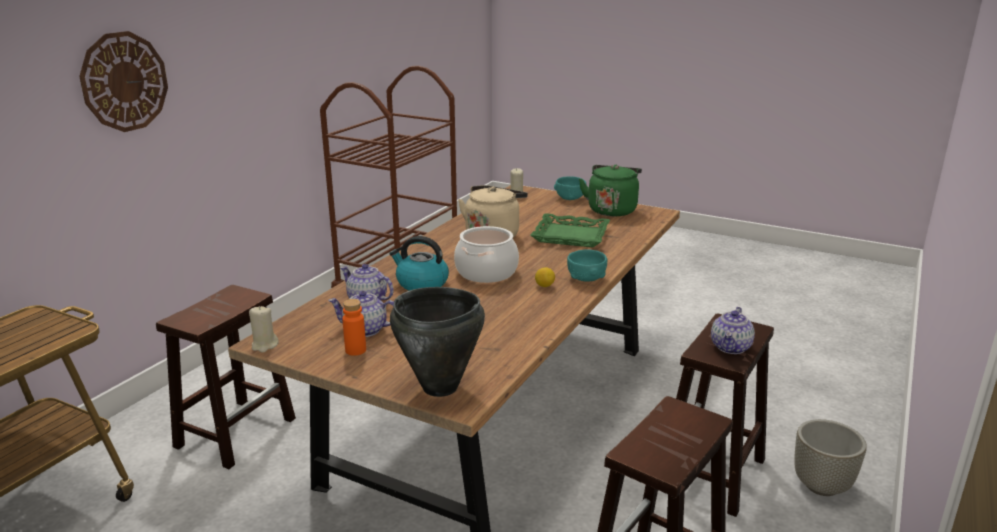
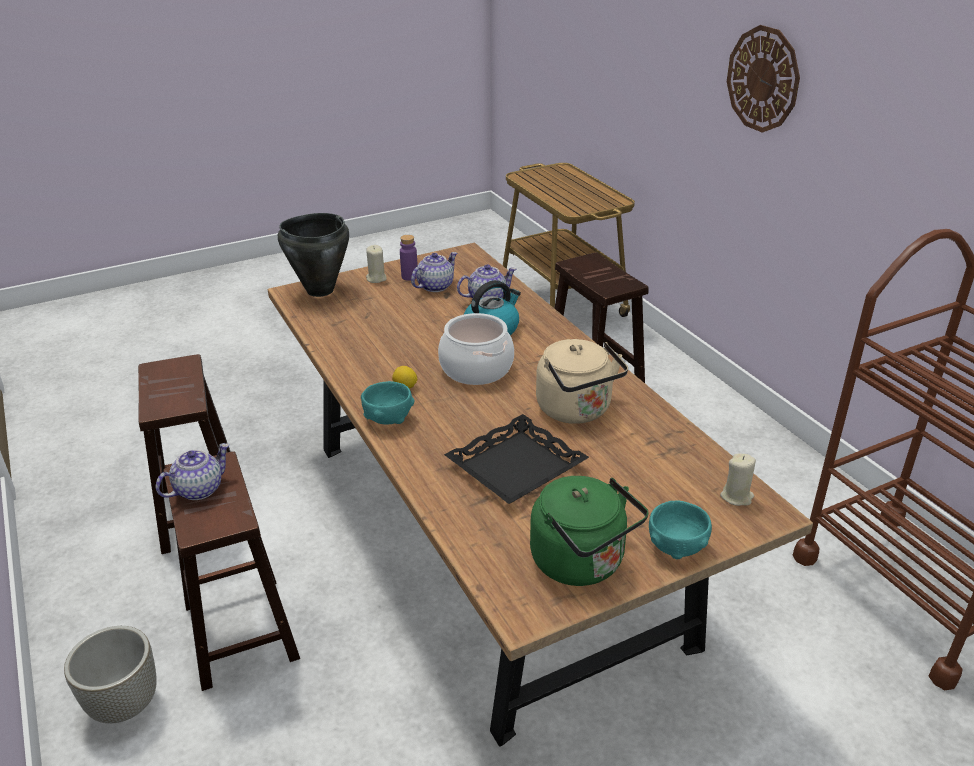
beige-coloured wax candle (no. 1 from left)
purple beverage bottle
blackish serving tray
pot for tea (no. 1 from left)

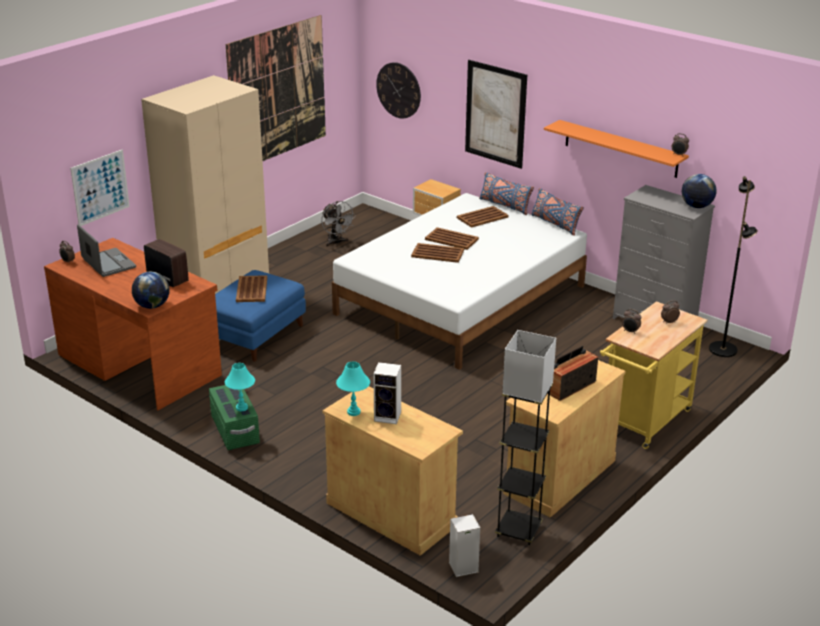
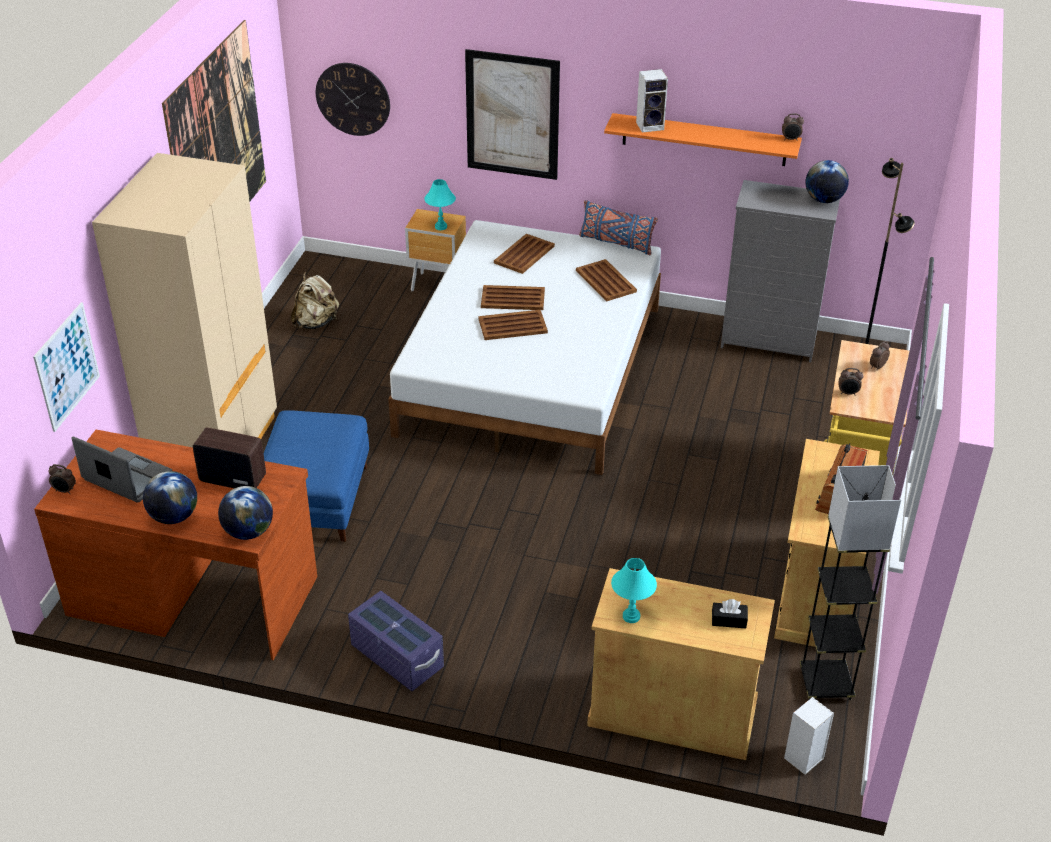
purple storage bin
blue-green tabletop lamp (no. 1 from left)
brown serving tray (no. 4 from left)
beige-coloured knapsack
speaker (no. 1 from left)
blue-coloured pillow (no. 1 from left in the first image)
globe (no. 1 from left)
blackish tissue holder

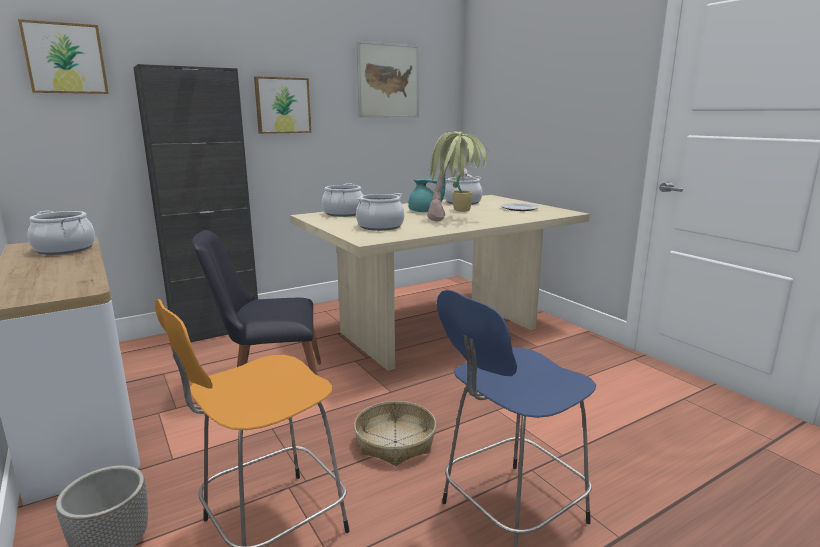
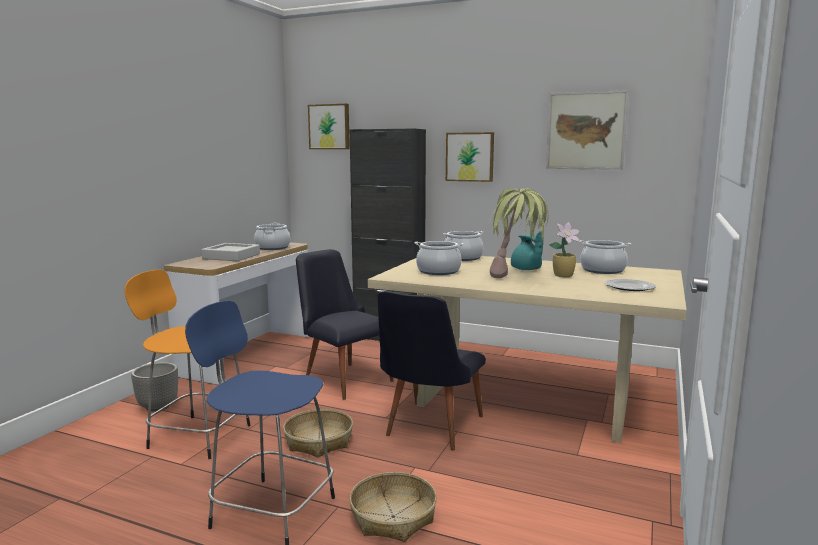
gray serving tray
basket (no. 2 from left)
blackish chair (no. 2 from left)

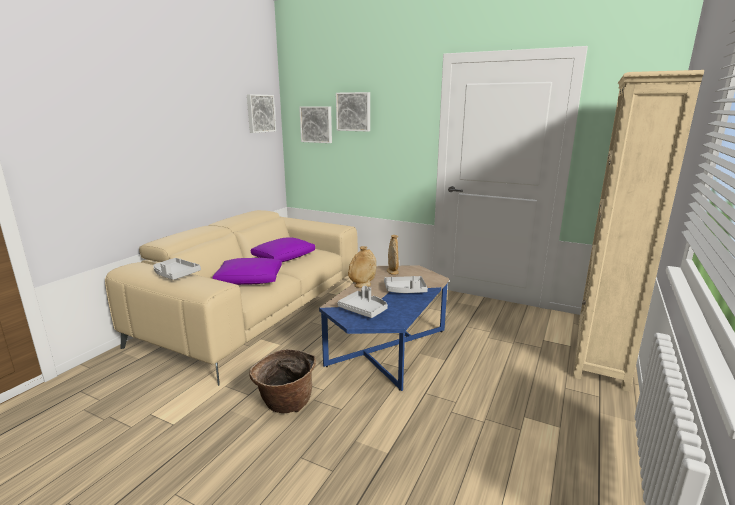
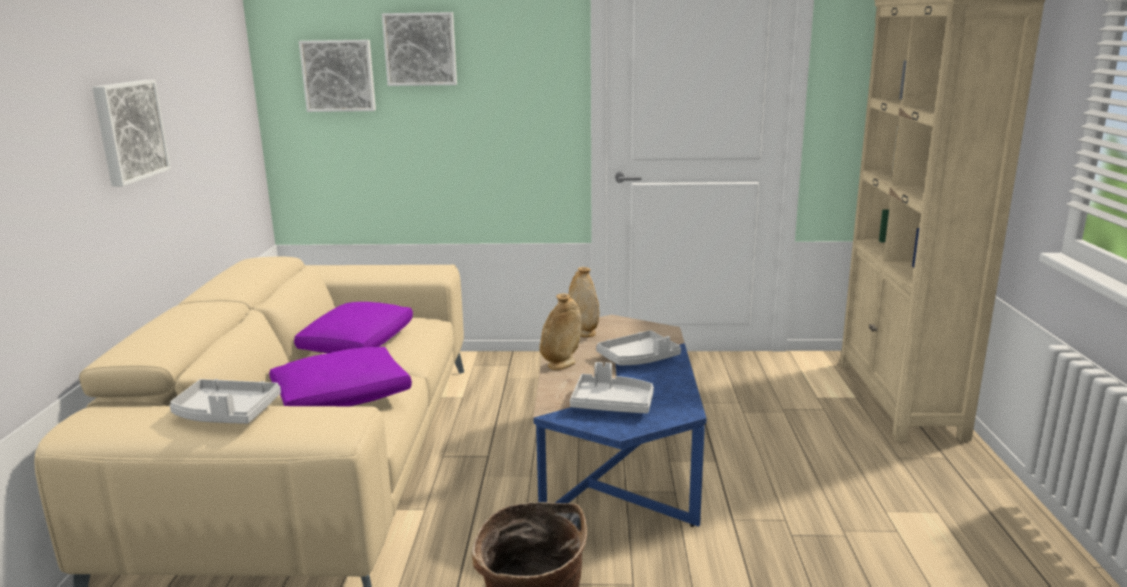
wall art (no. 1 from left)

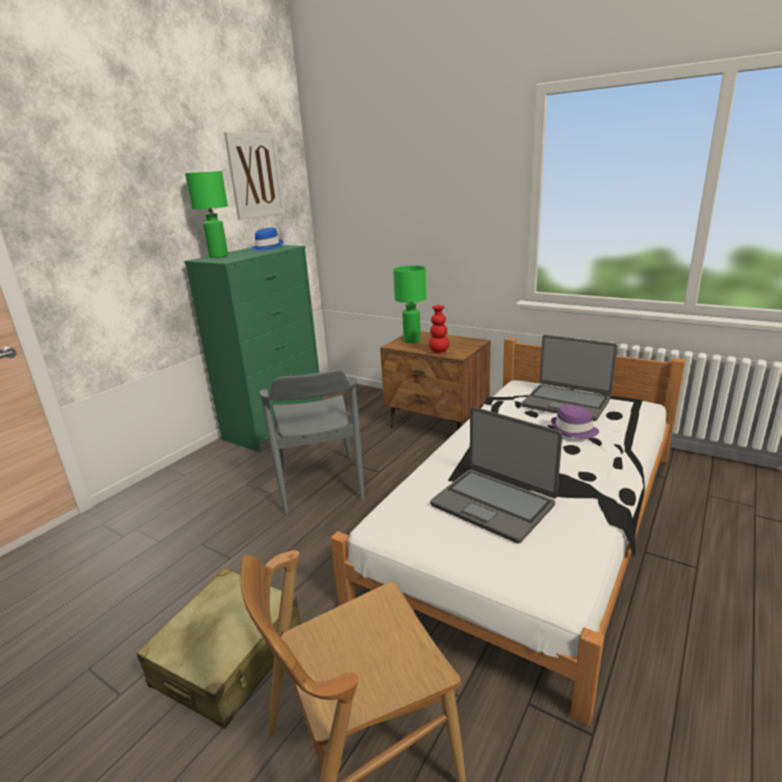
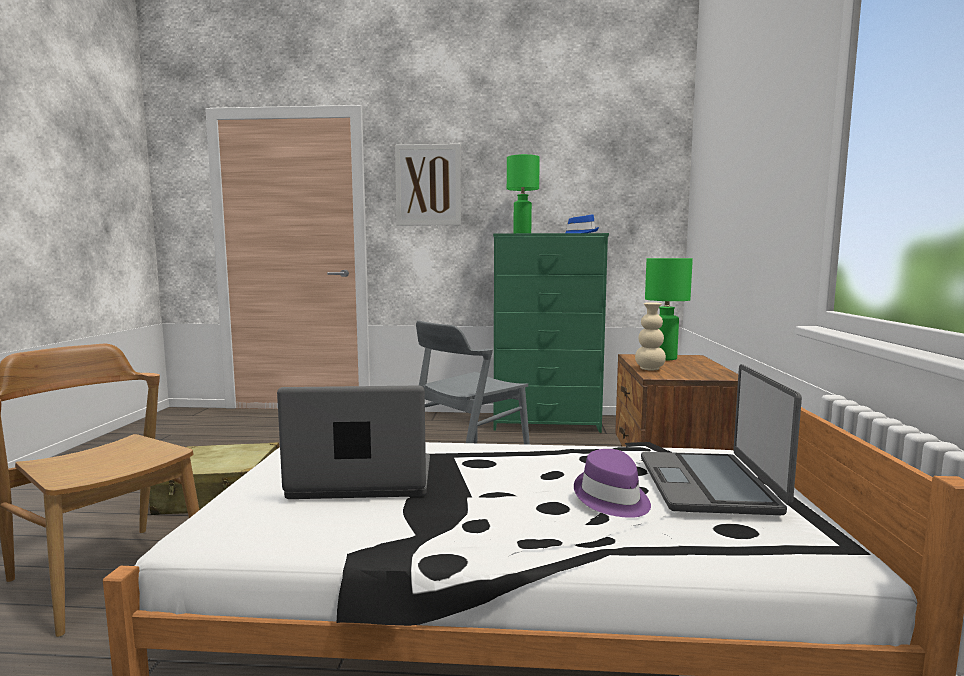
wall art
beige-coloured flower vase
portable computer (no. 1 from left)

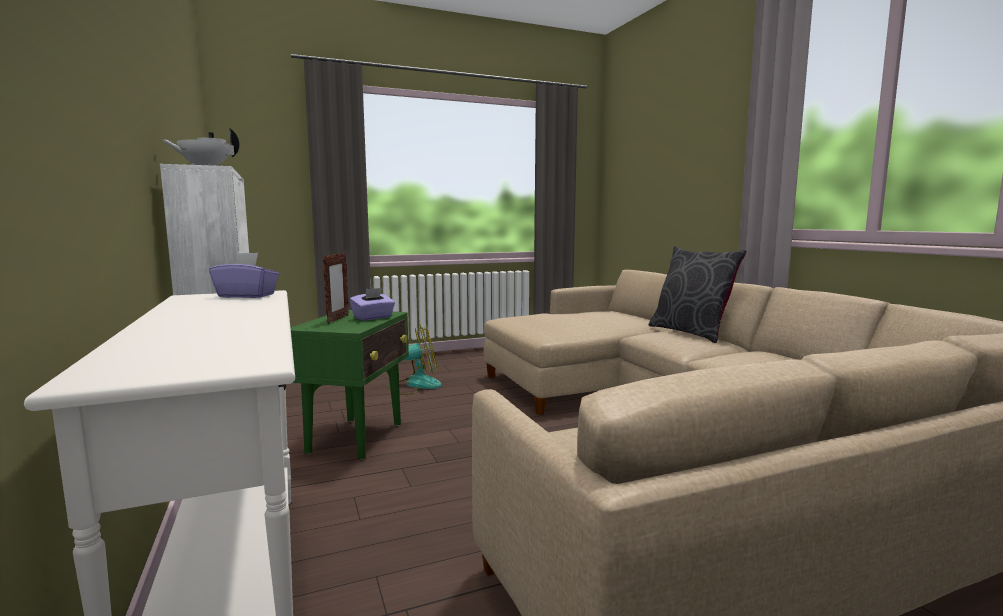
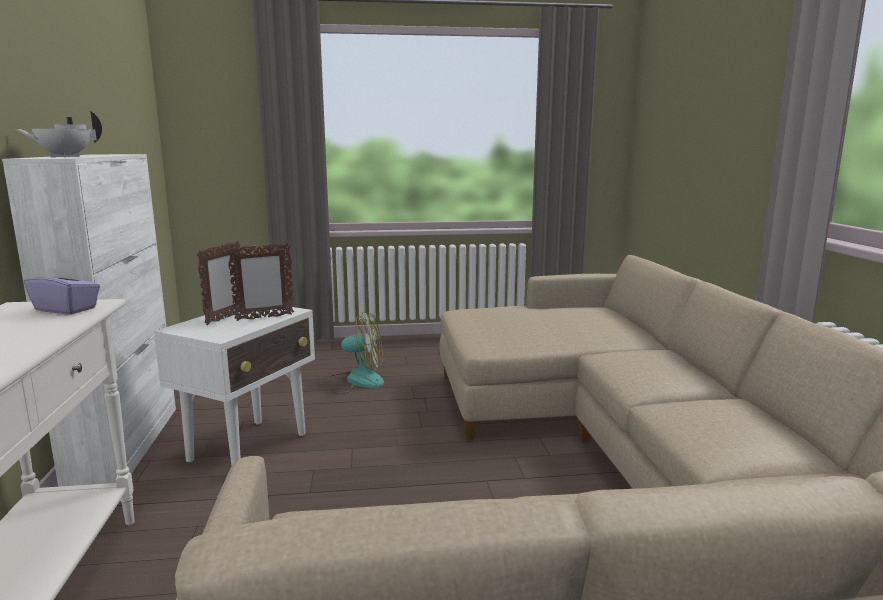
white-coloured accent table
picture frame (no. 2 from left)
gray pillow

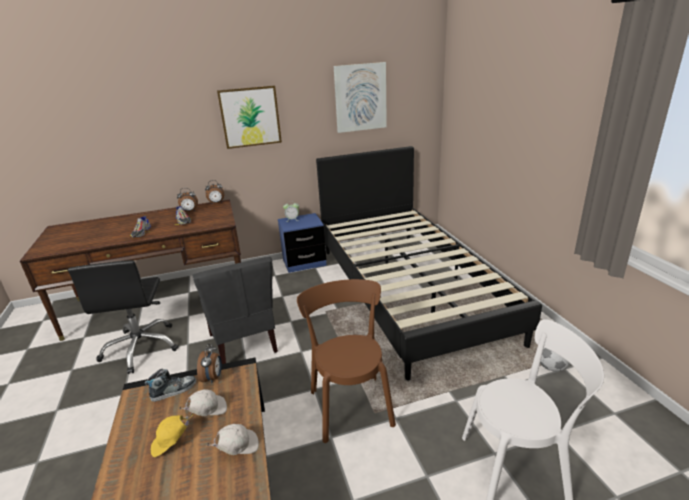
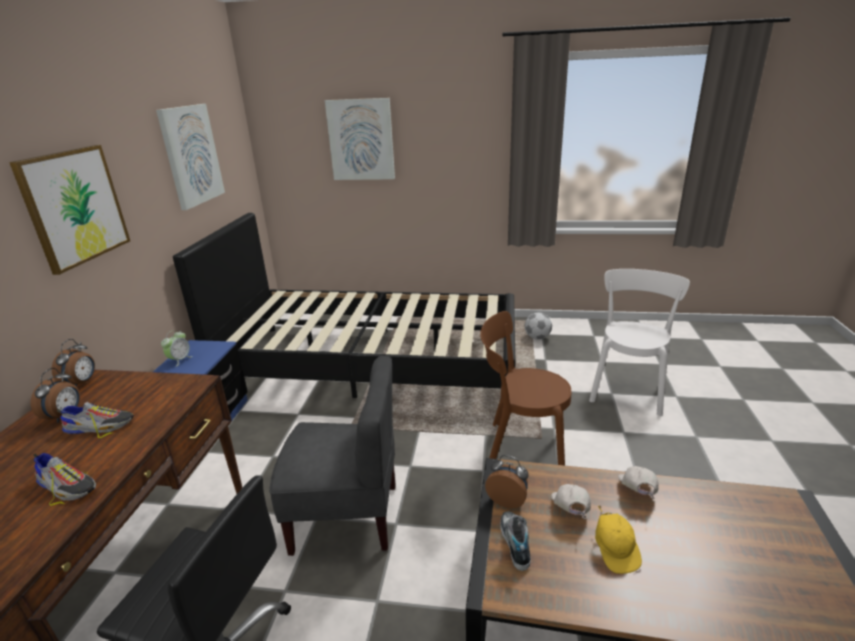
wall art (no. 3 from left)

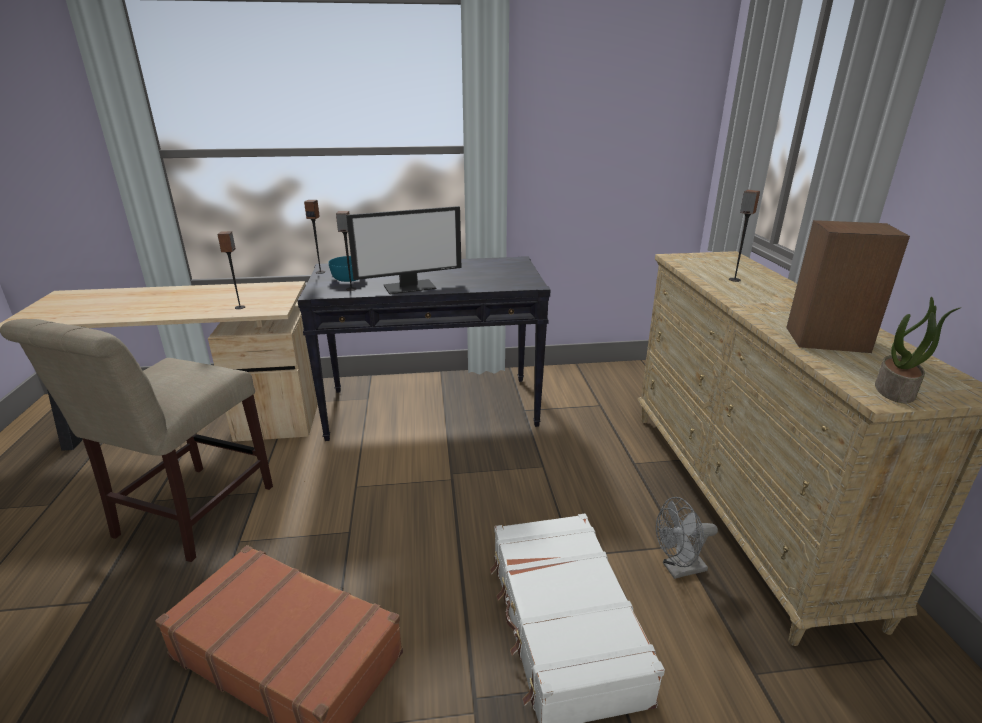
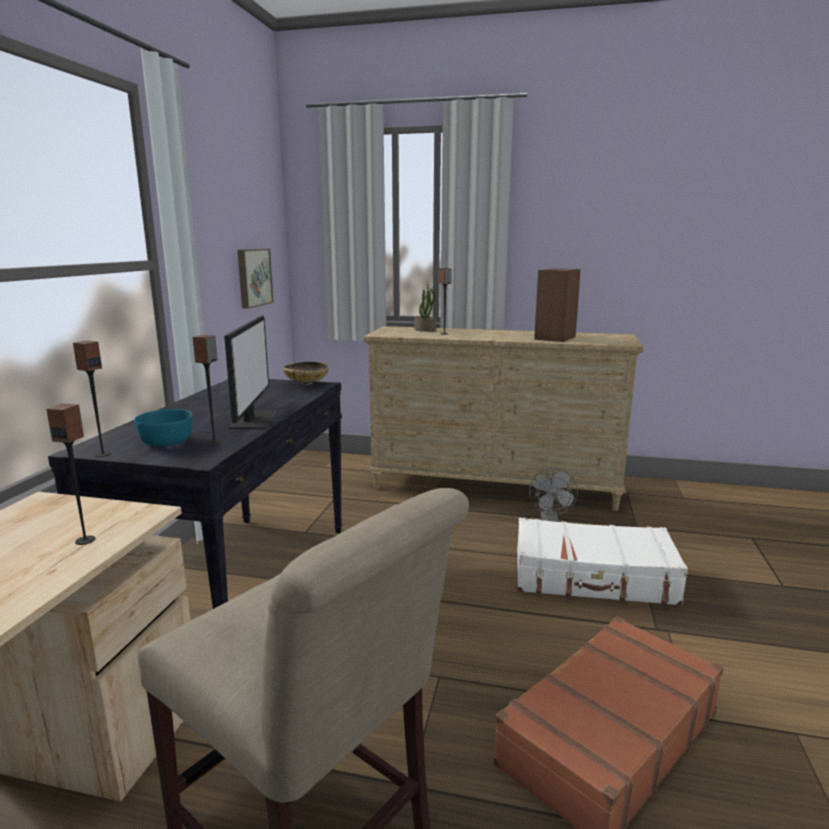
houseplant
wall art
beige-coloured bowl

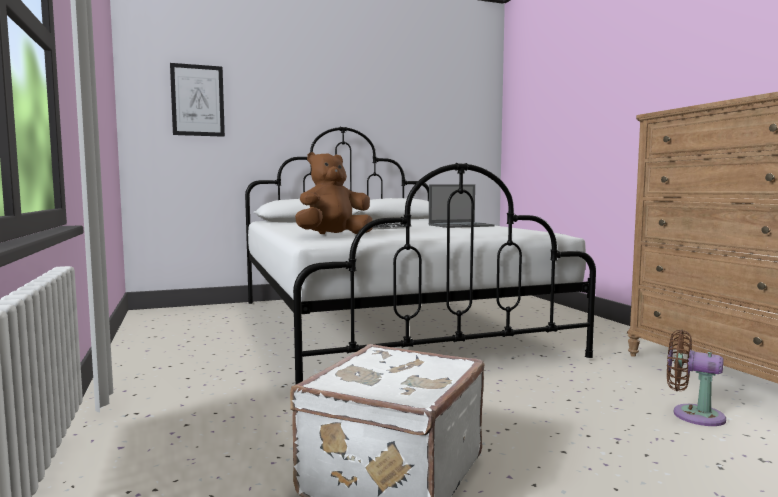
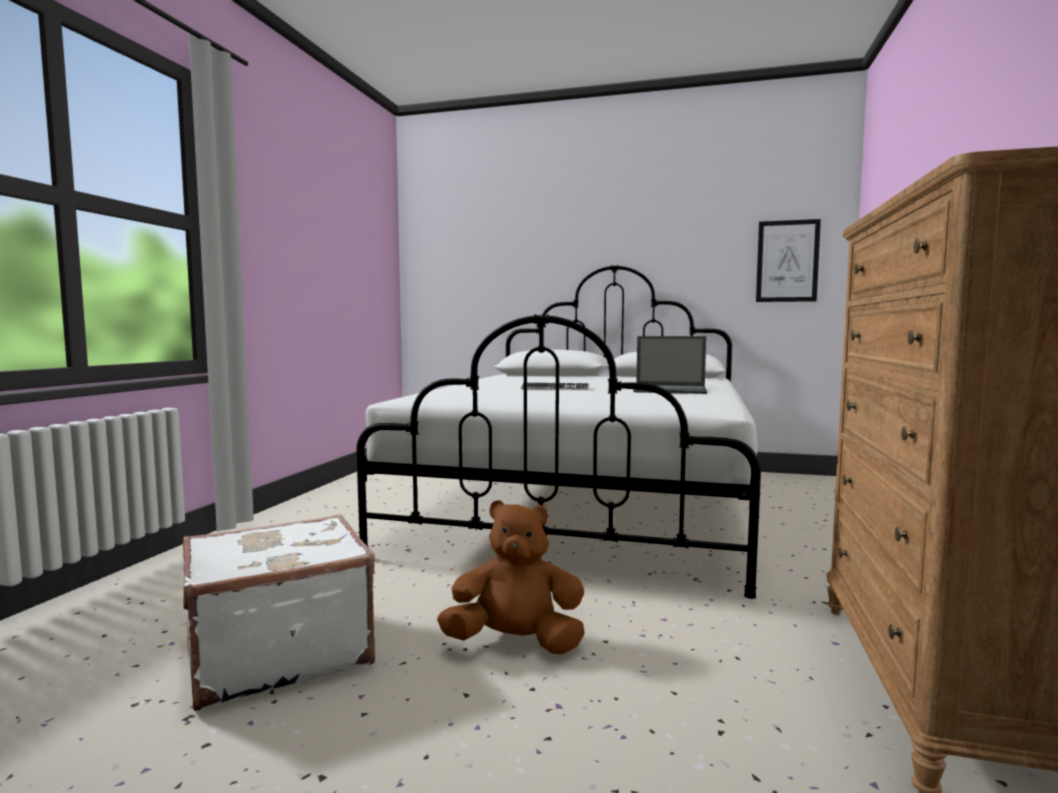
wall art
brown soft toy
brown fan

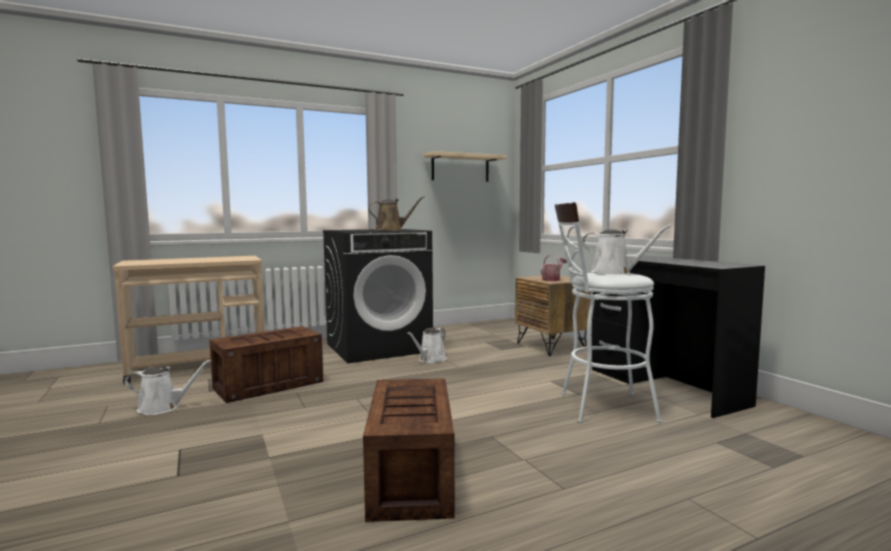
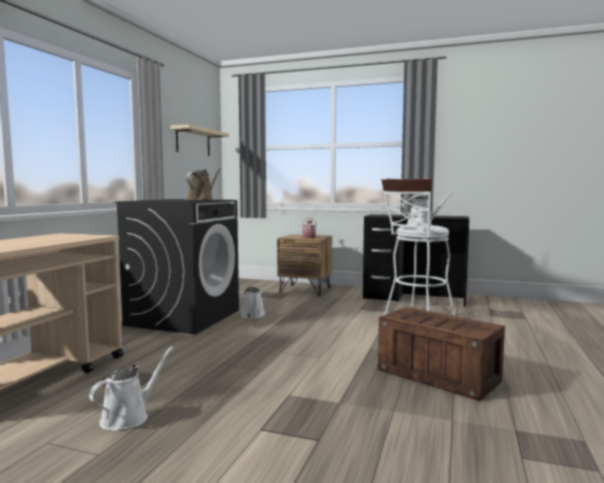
packing crate (no. 1 from left in the first image)

